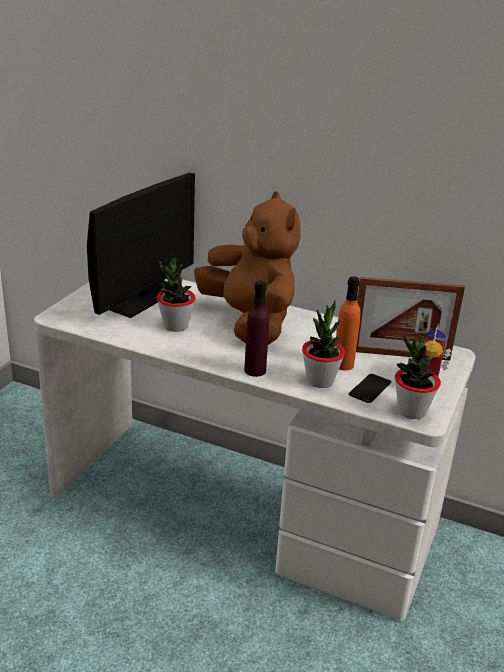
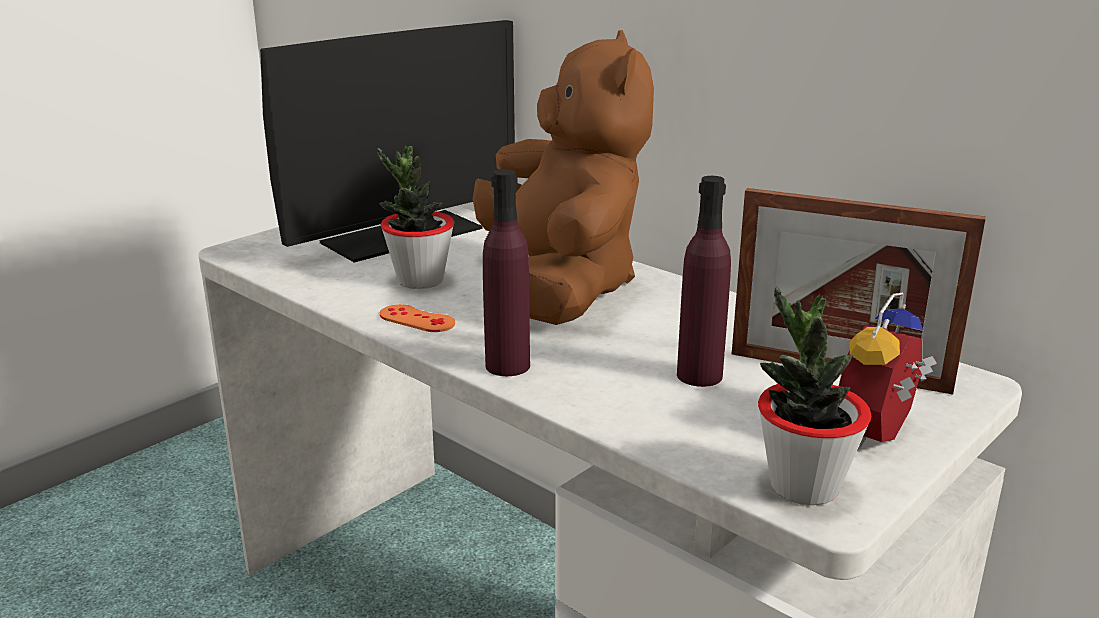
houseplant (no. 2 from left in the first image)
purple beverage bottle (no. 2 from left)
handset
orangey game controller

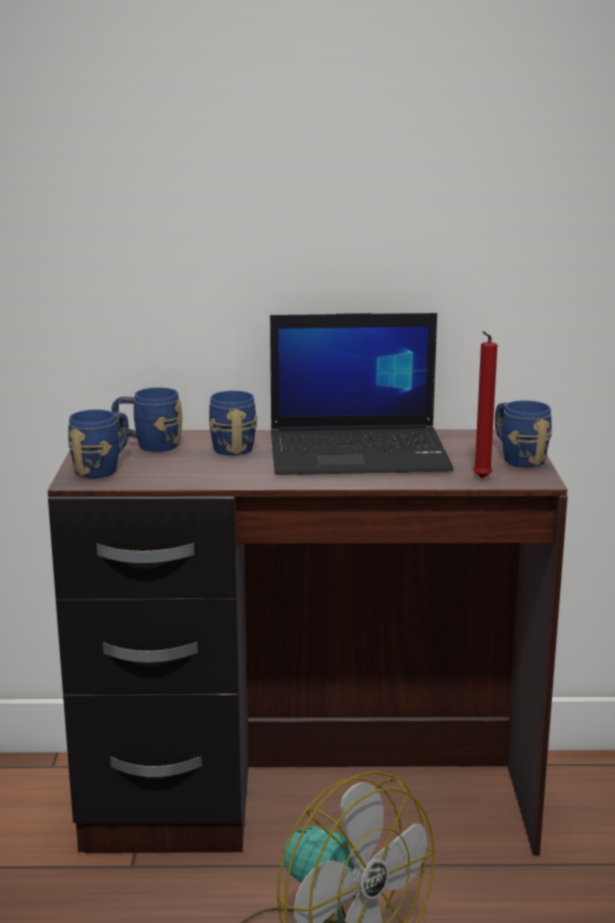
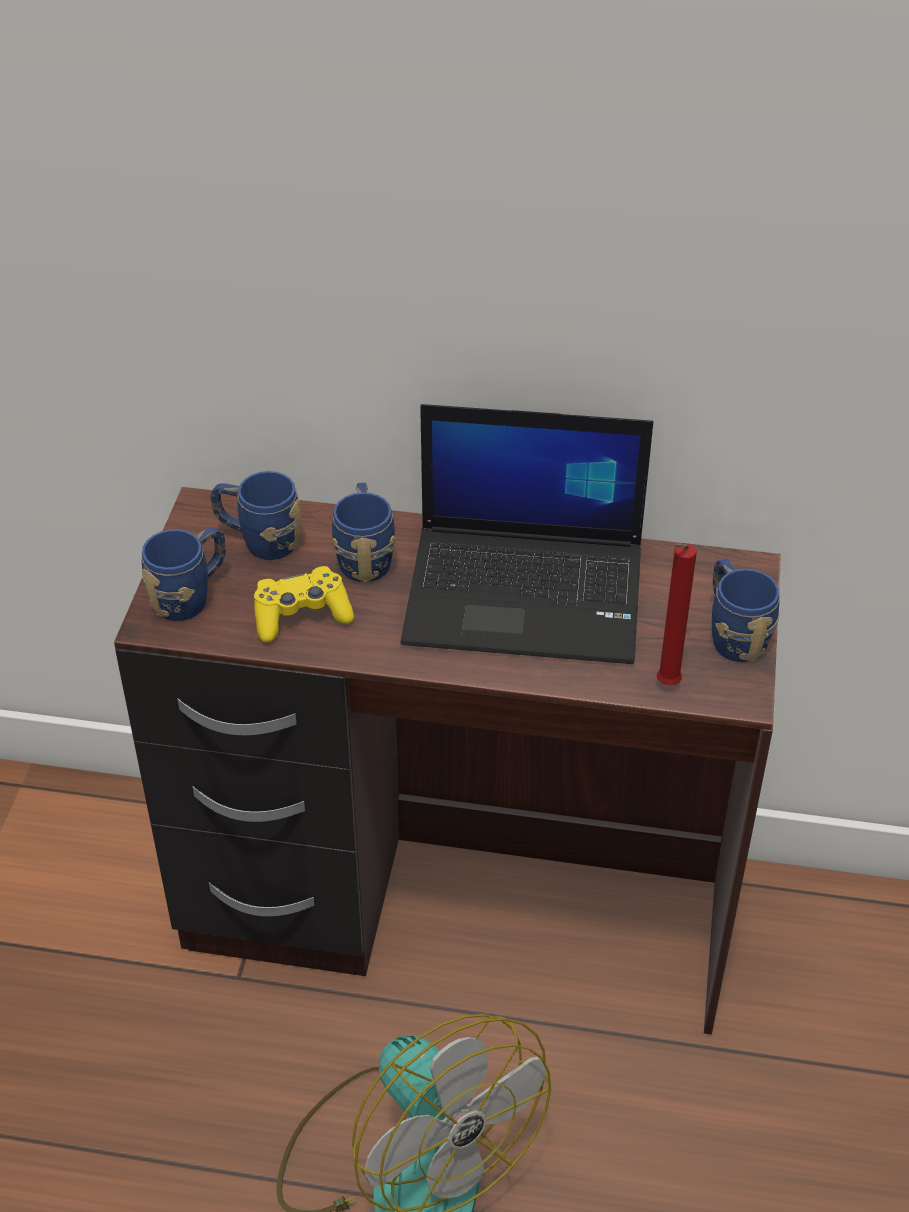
yellow-coloured game controller

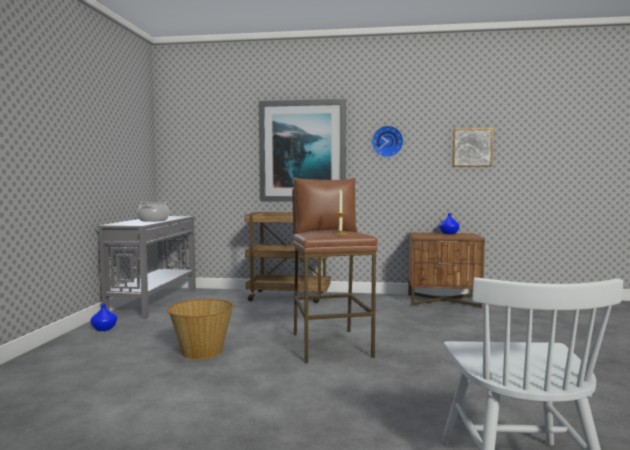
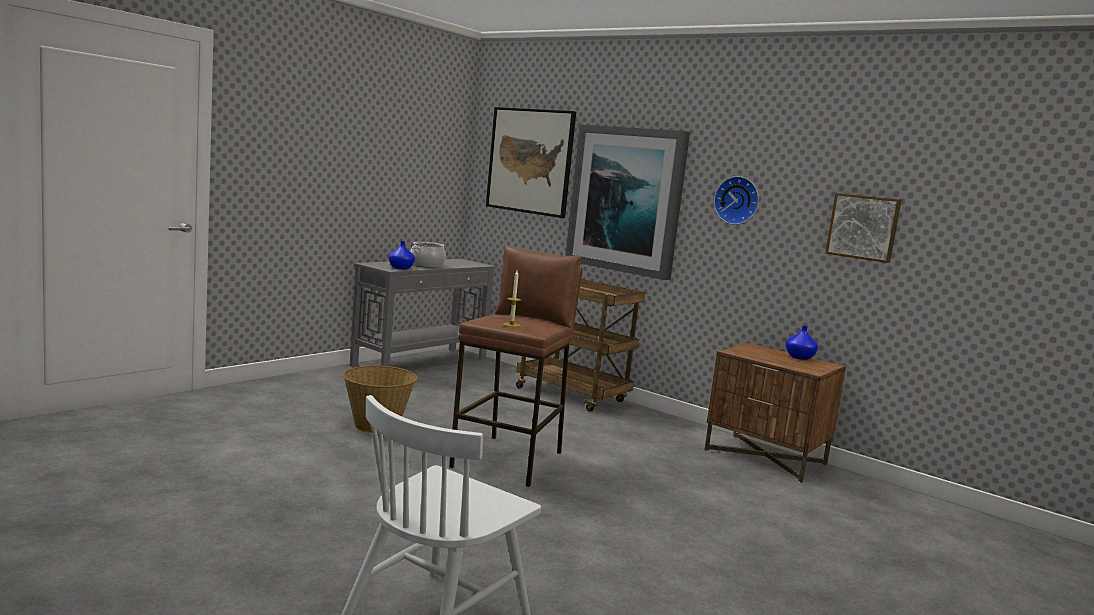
blue-coloured flower vase (no. 1 from left)
wall art (no. 1 from left)

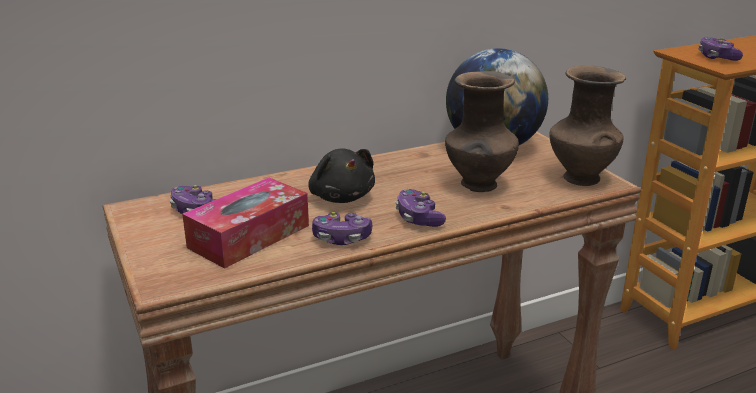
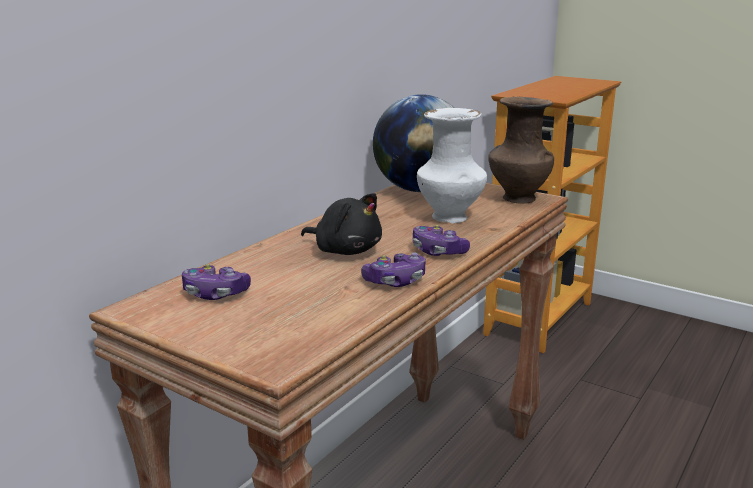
tissue holder
white-coloured flower vase
game controller (no. 4 from left in the first image)

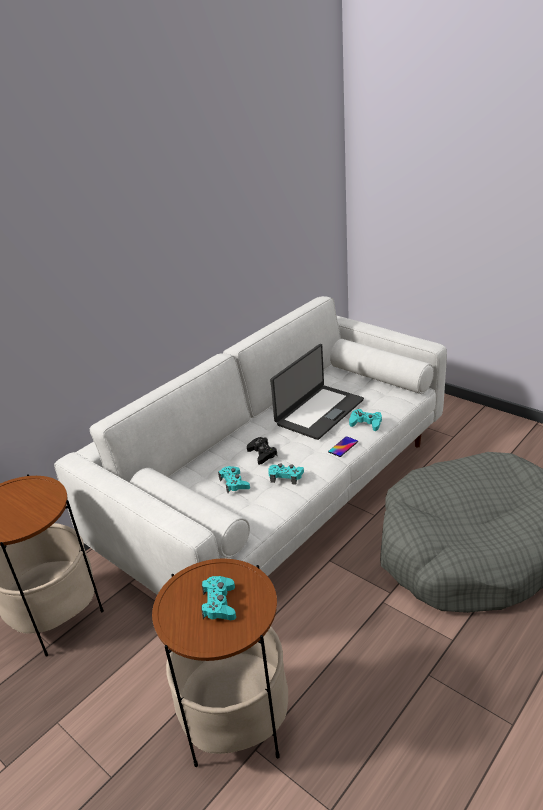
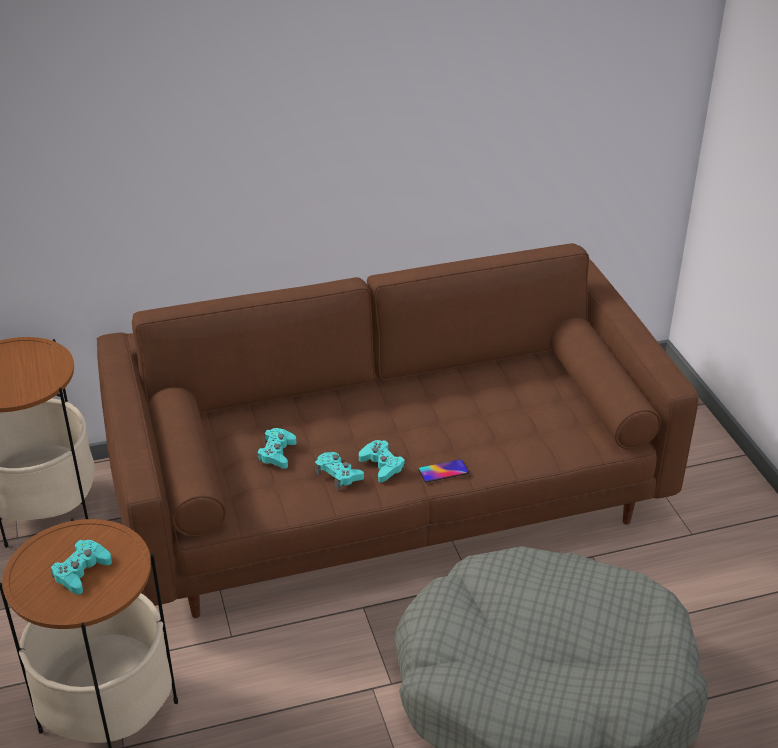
brown couch
blackish game controller
portable computer
blue-green game controller (no. 4 from left)

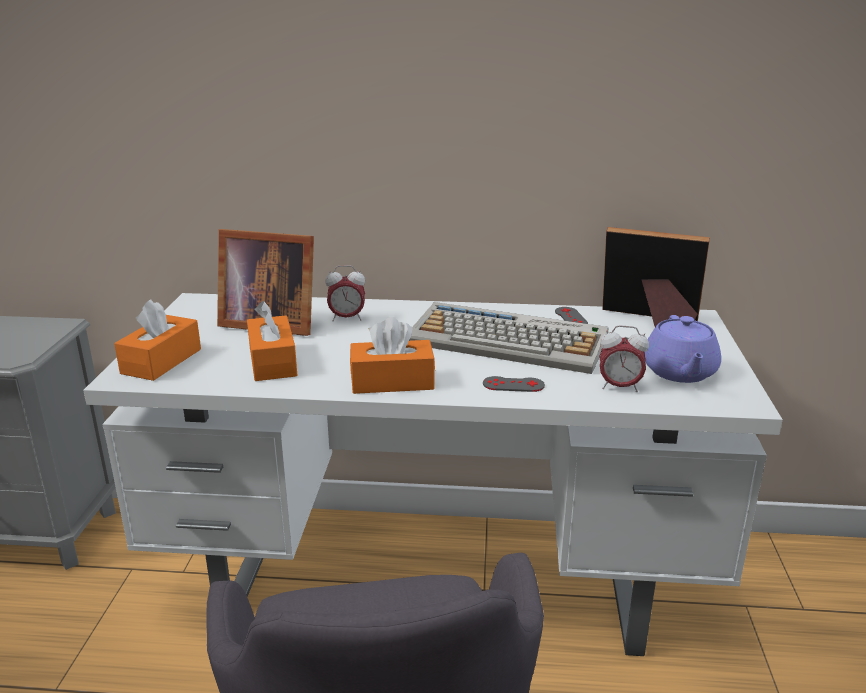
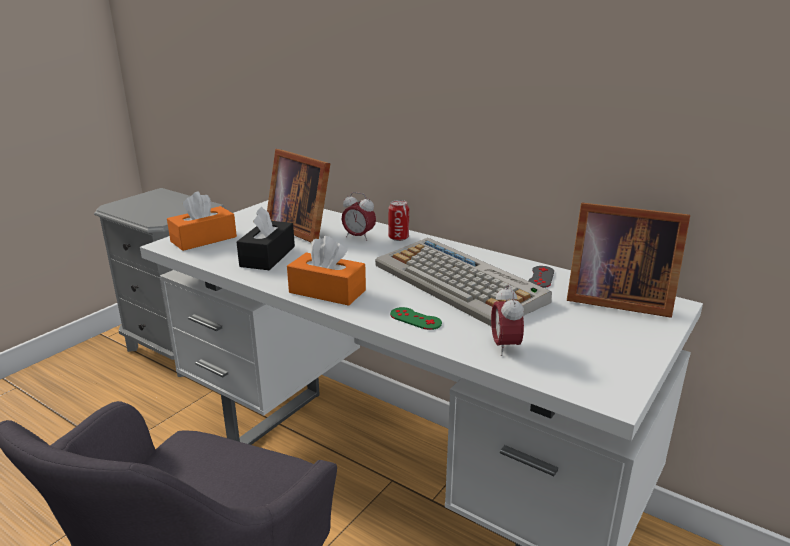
blackish tissue holder
green-coloured game controller
alarm clock (no. 2 from left)
picture frame (no. 2 from left)
purple pot for tea
can

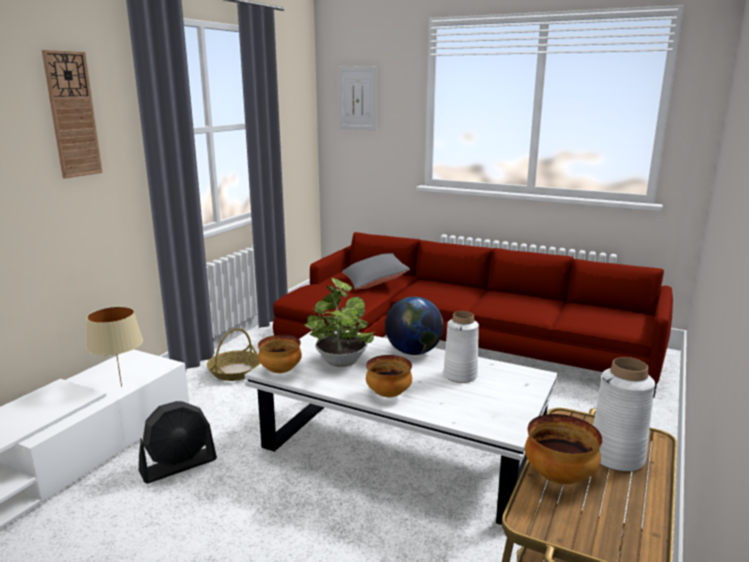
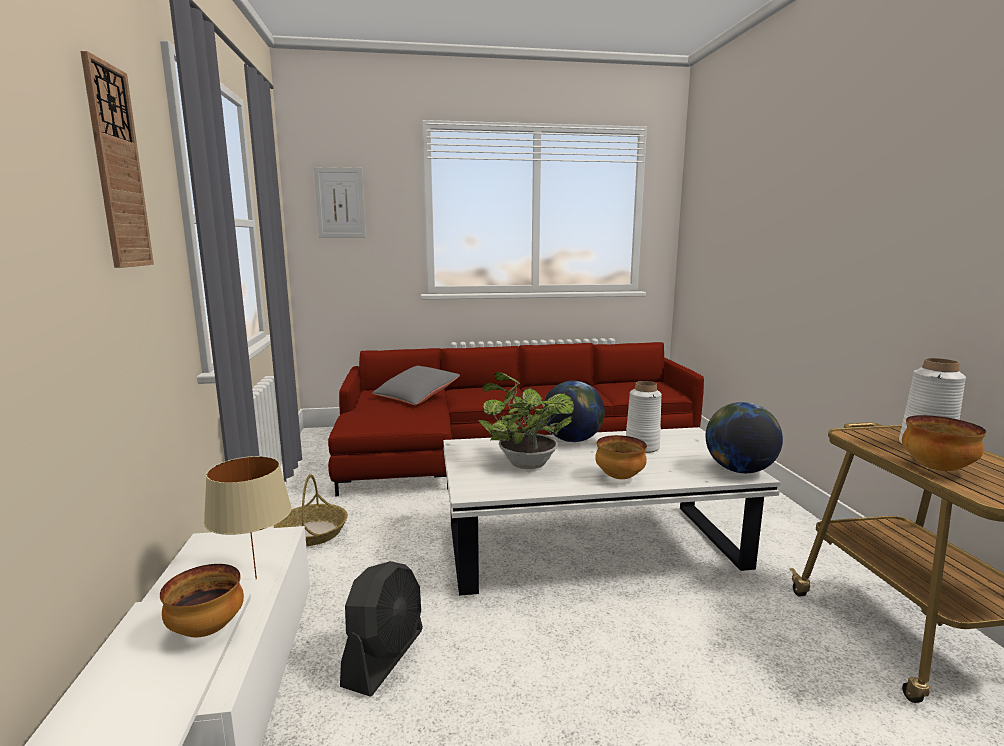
bowl (no. 1 from left)
globe (no. 2 from left)

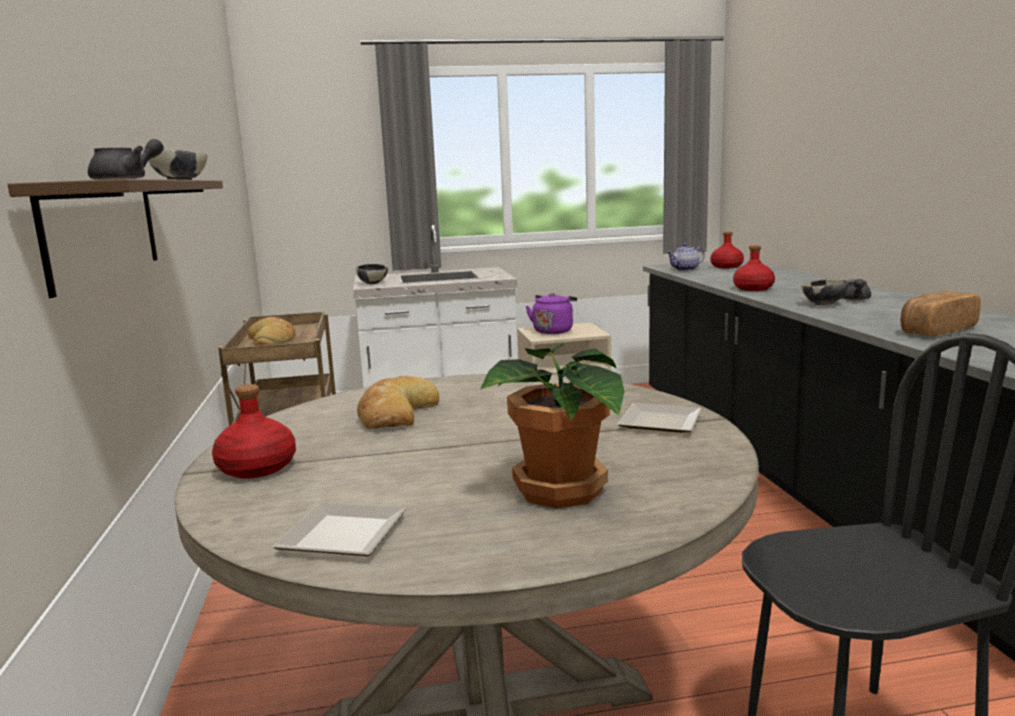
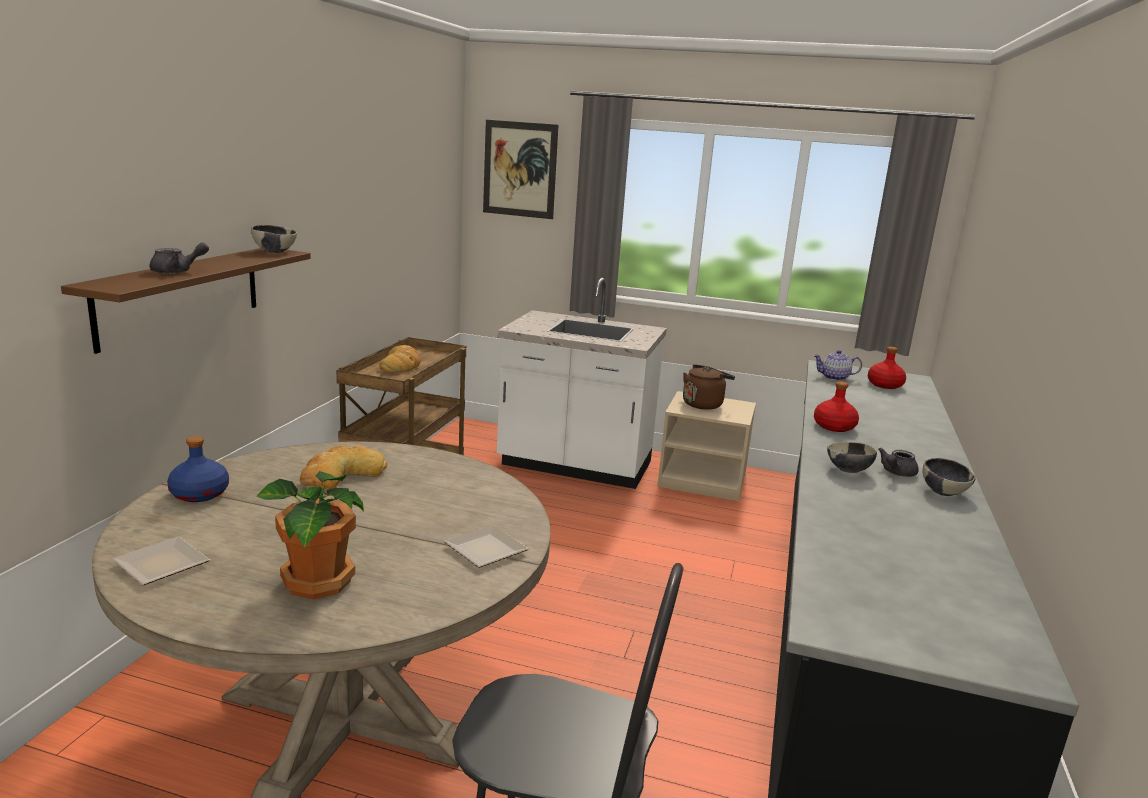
blue-coloured beverage bottle
bowl (no. 3 from left)
brown kettle
baked bread (no. 3 from left in the first image)
wall art

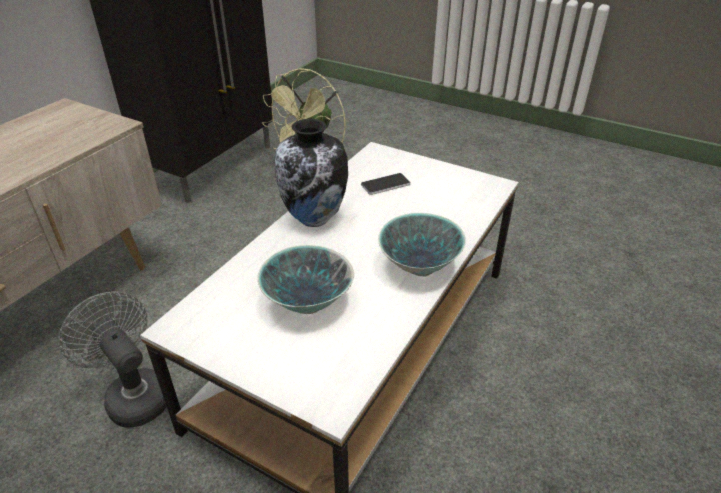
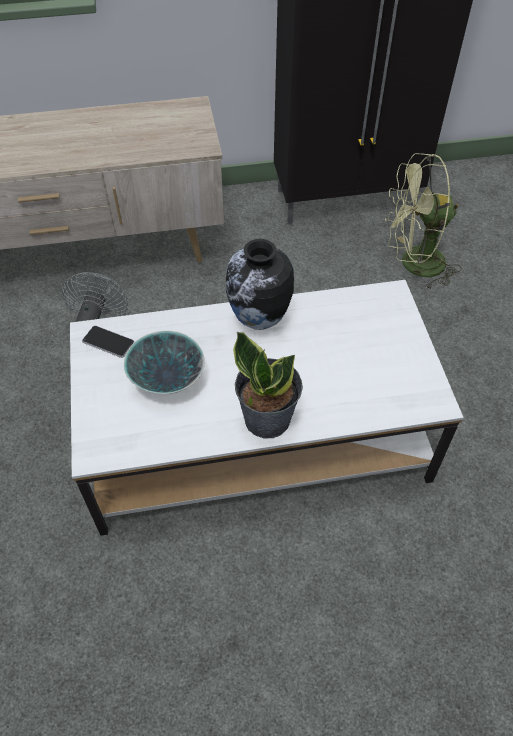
handset
houseplant

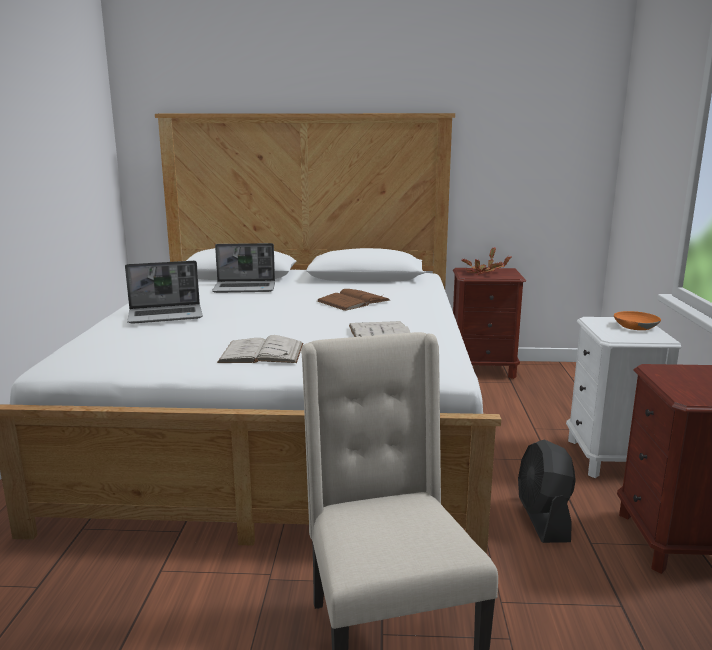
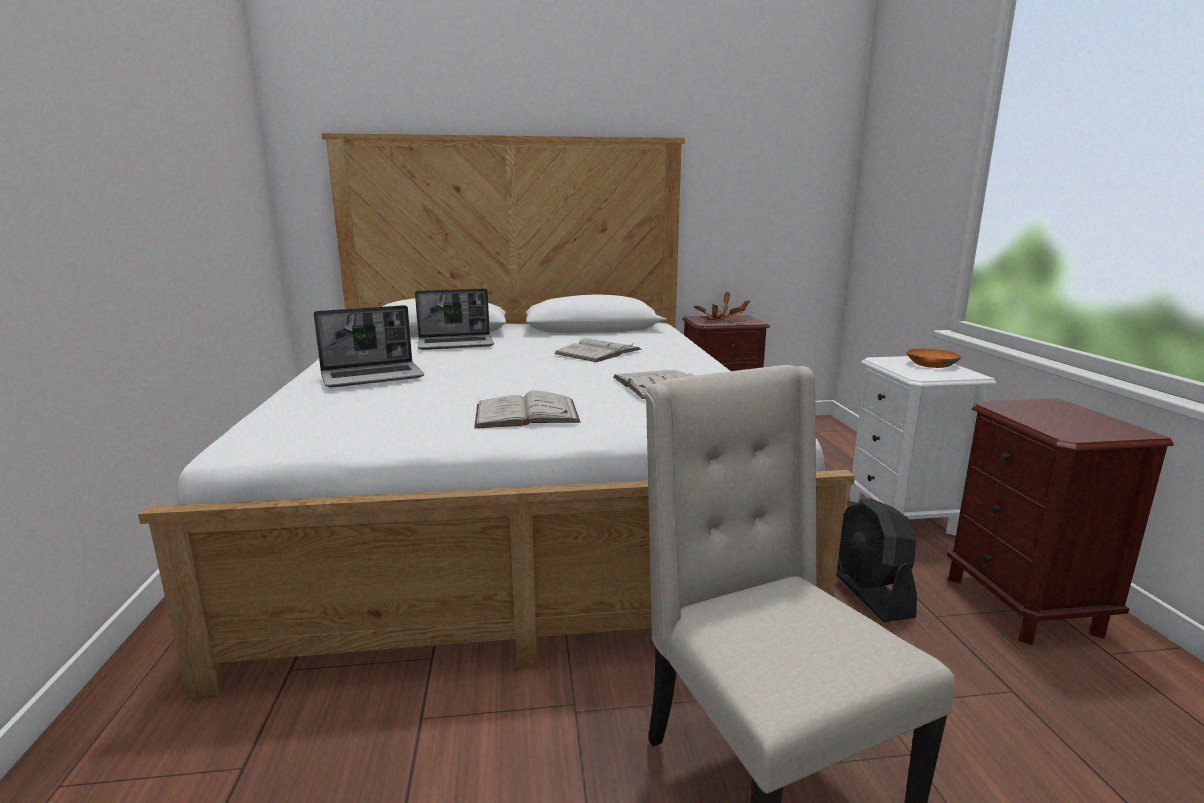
white-coloured book (no. 2 from left)

